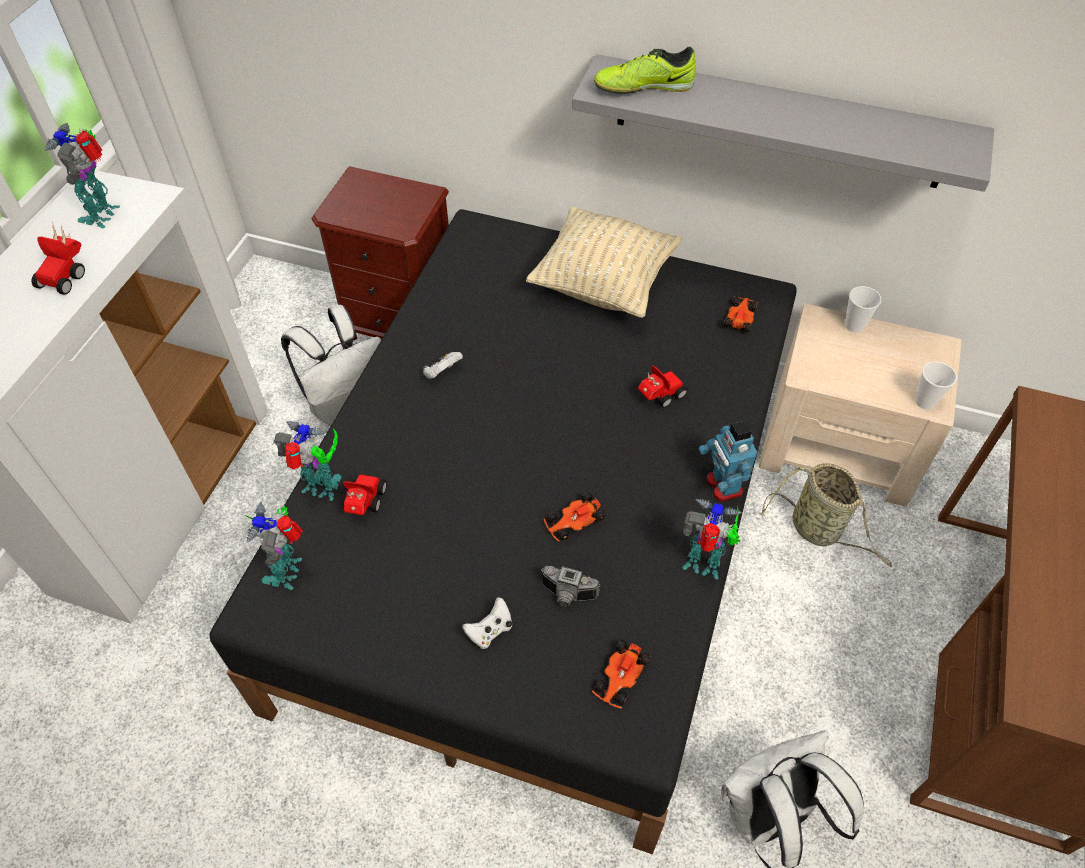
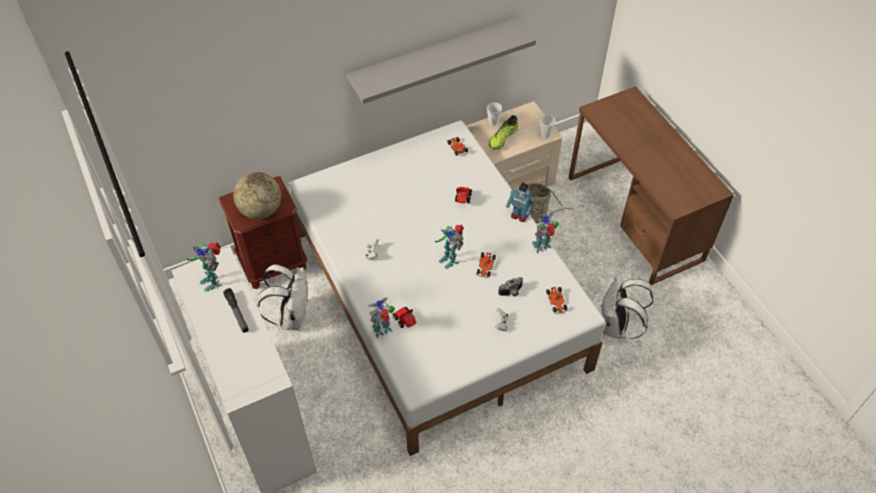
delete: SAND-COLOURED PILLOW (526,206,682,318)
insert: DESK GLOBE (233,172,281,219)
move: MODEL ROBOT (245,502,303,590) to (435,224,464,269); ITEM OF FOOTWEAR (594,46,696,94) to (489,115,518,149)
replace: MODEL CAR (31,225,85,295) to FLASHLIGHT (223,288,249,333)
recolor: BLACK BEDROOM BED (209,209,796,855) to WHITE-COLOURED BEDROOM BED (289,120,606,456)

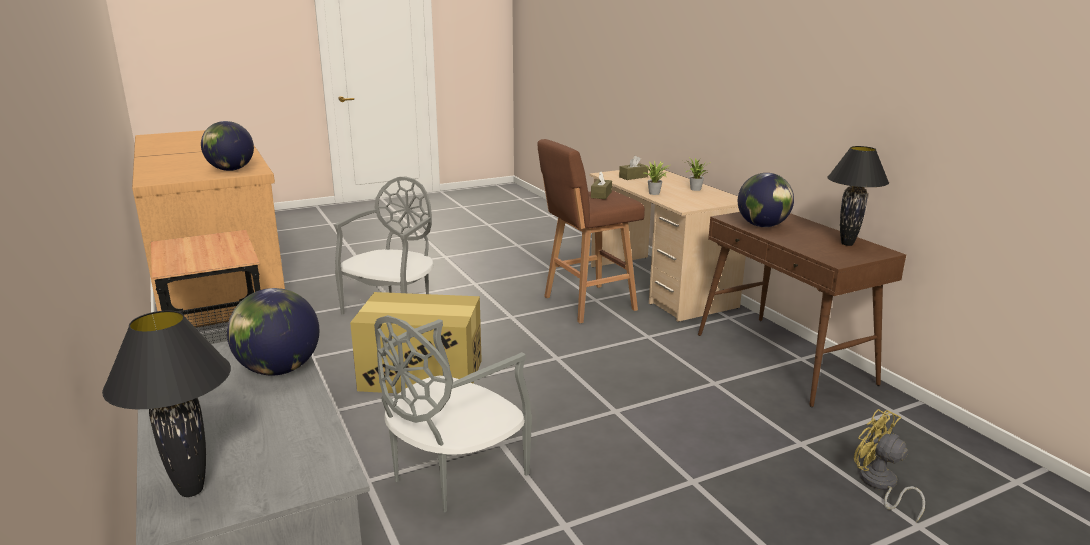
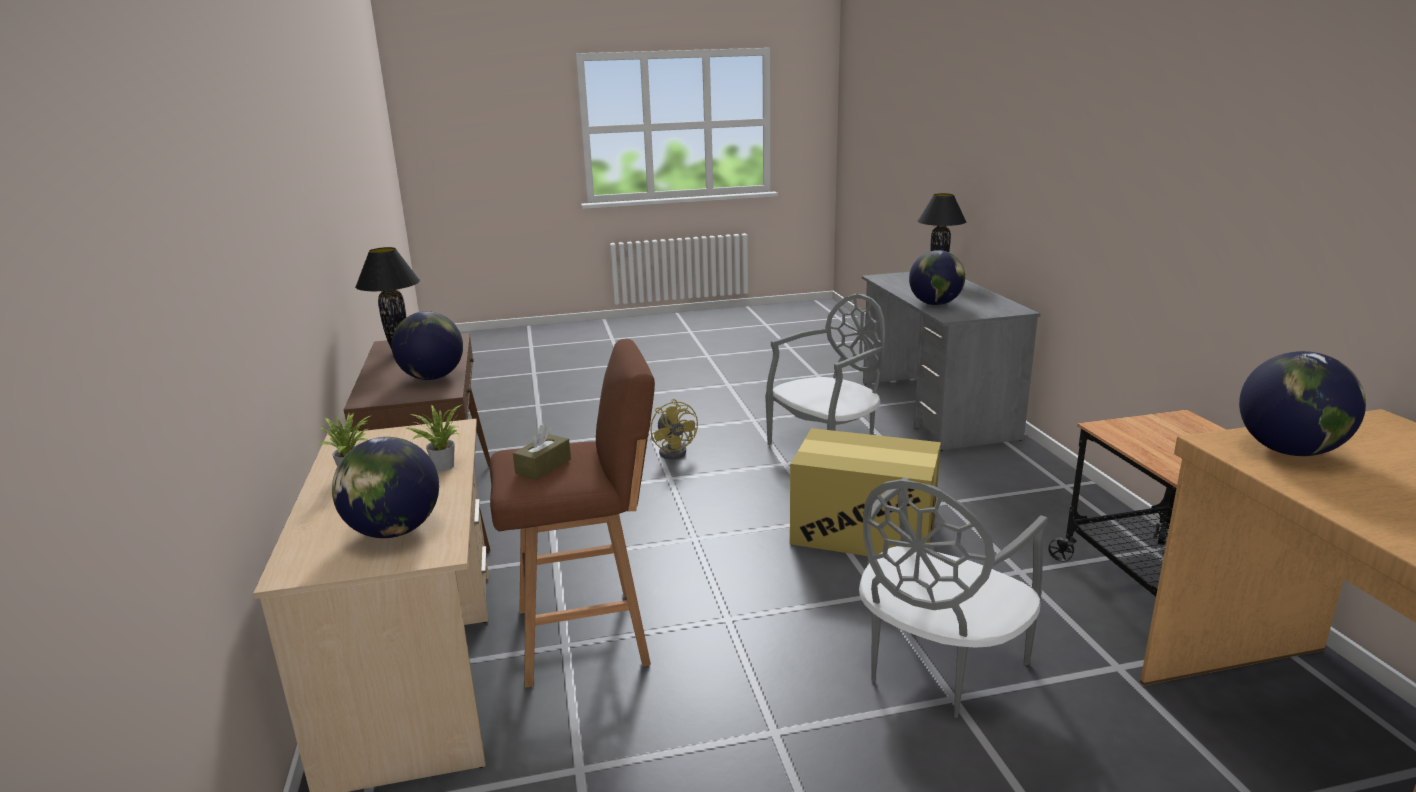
move: YELLOWISH FAN (854,409,925,522) to (650,399,698,459)
replace: BROWNISH TISSUE BOX (619,156,648,180) to DESK GLOBE (332,437,439,538)

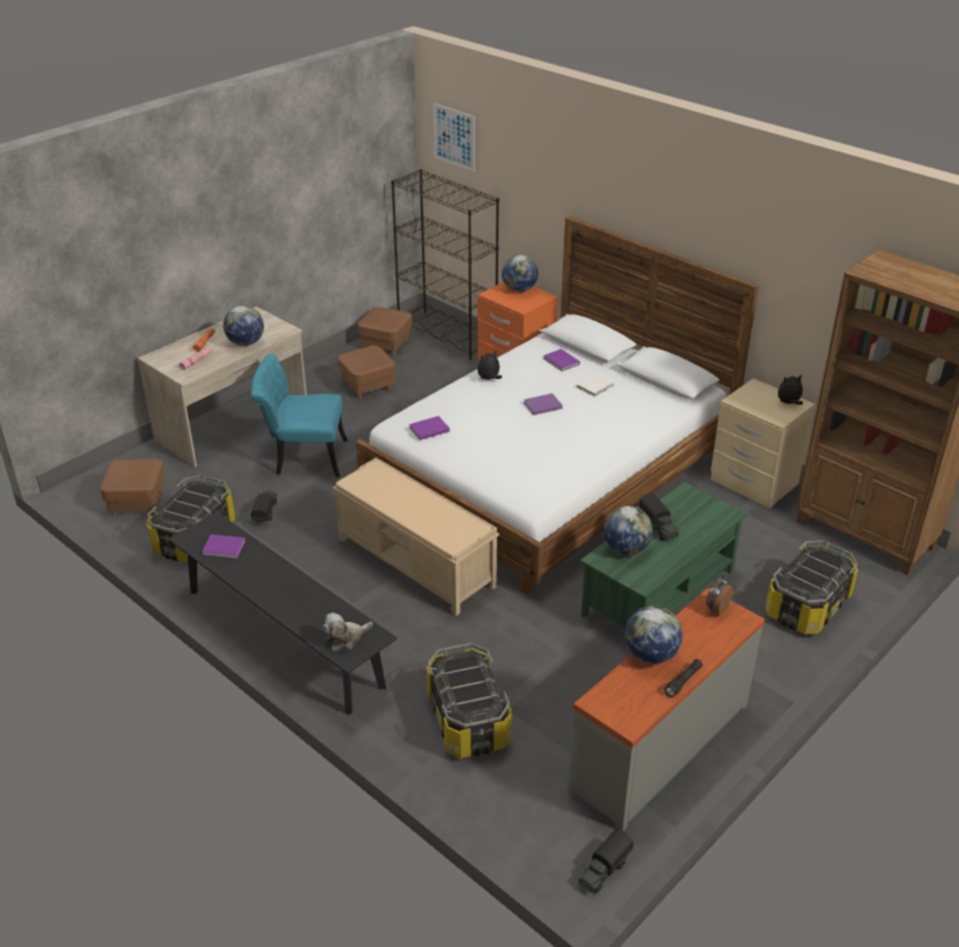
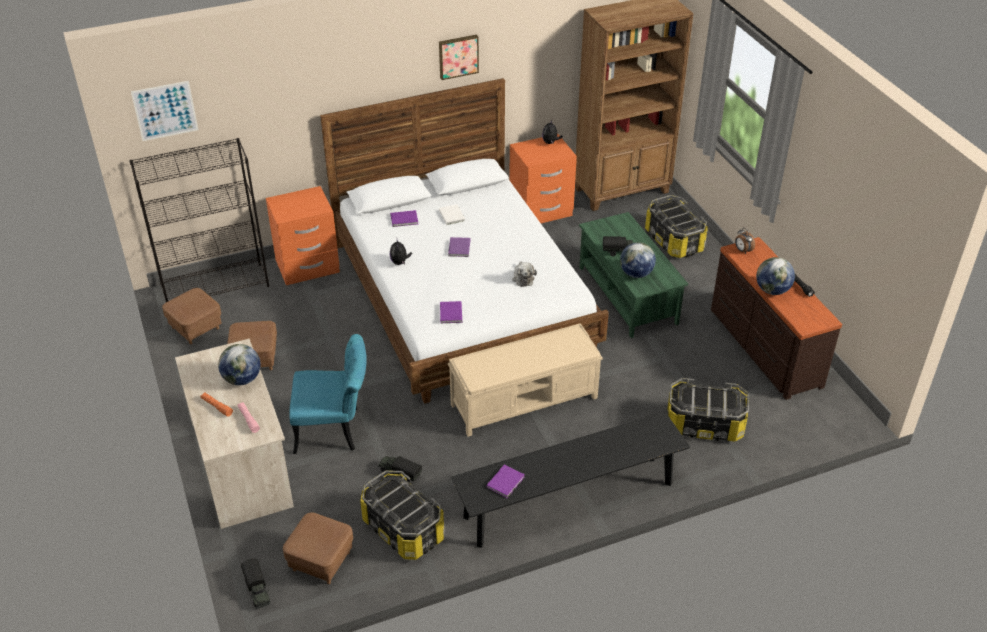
delete: DESK GLOBE (502,255,538,292)
insert: WALL ART (439,35,479,80)
move: SOFT TOY (323,613,373,652) to (512,261,537,287); MODEL TRUCK (577,829,634,893) to (241,558,270,608)
recolor: GREYISH DRAWER CHEST (568,588,765,831) to BROWNISH DRAWER CHEST (711,237,842,400); SAND-COLOURED BEDSIDE TABLE (711,378,815,508) to ORANGE-COLOURED BEDSIDE TABLE (509,134,577,223)
rotate: BLUE-GREEN UPRIGHT CHAIR (251,354,348,477) = (290,334,367,454) 120 degrees counterclockwise

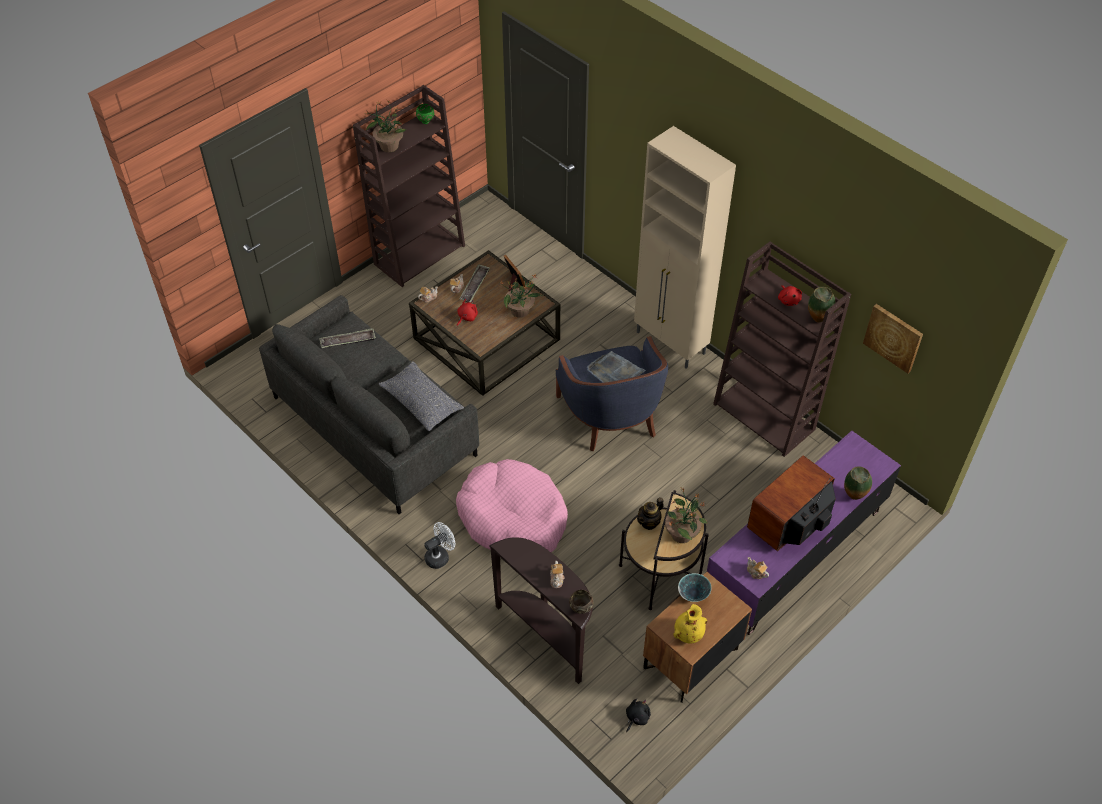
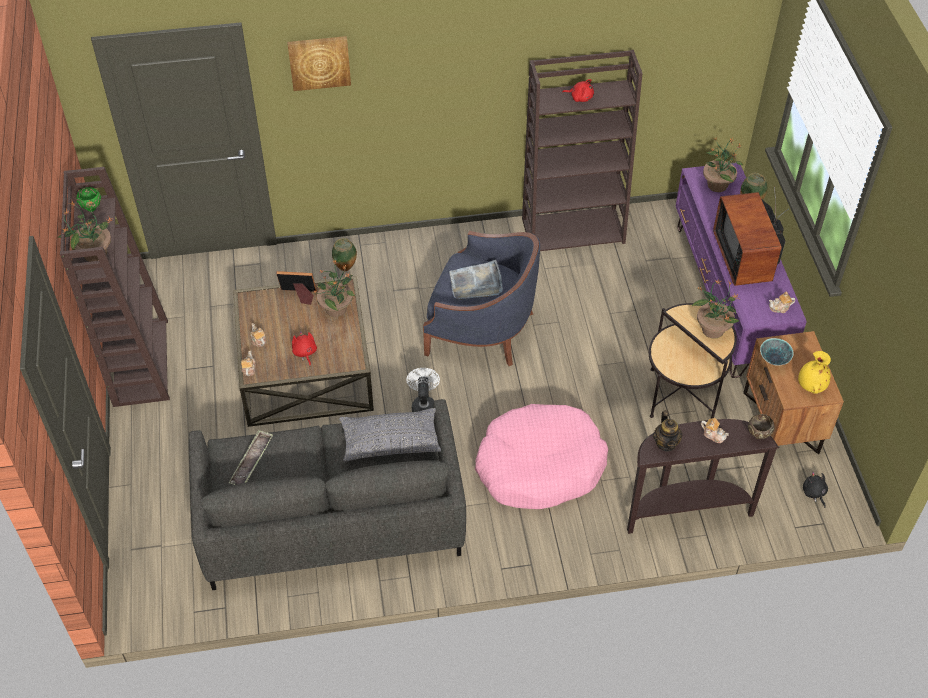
delete: TRAY (459,264,490,302); SAND-COLOURED CABINET (634,126,736,369)
insert: POTTED PLANT (703,138,744,192)
move: WHITE-COLOURED FAN (424,522,455,569) to (406,368,440,412); POT FOR TEA (637,497,664,530) to (653,410,683,452); FLOWER VASE (808,287,836,322) to (332,238,357,271); WALL ART (863,304,923,373) to (287,36,351,91)

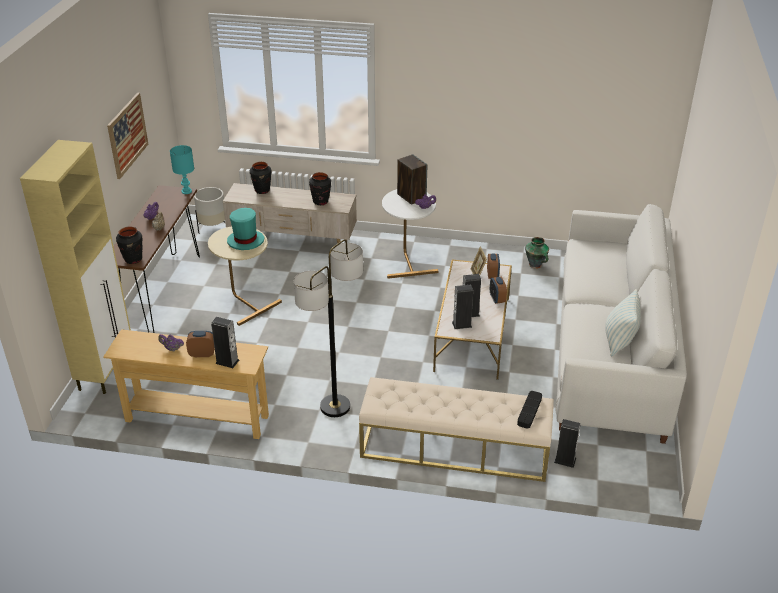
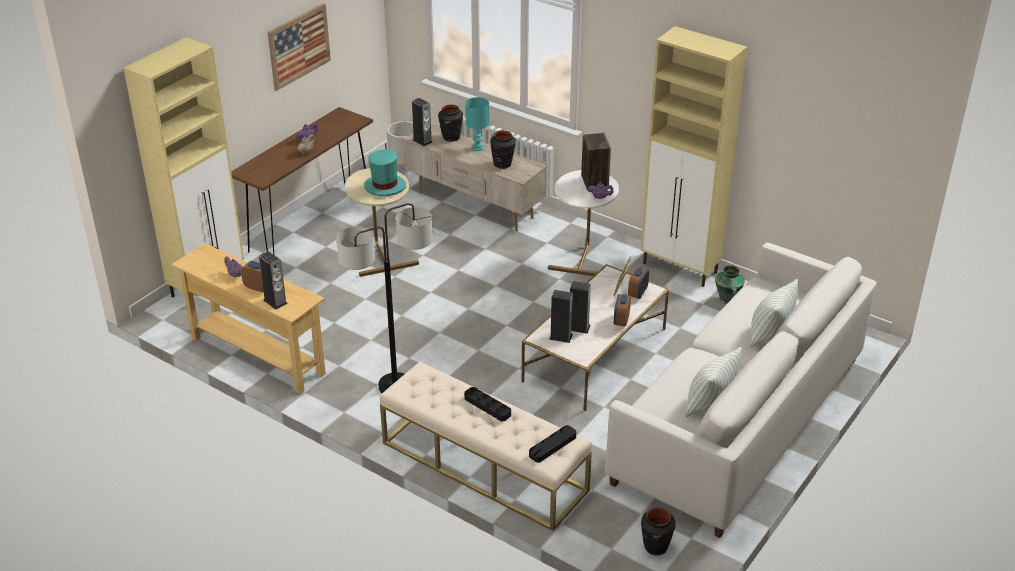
insert: BLACK TRAY (464,387,511,421); SAND-COLOURED CABINET (641,26,747,287); PILLOW (749,279,798,348)
move: BLACK FLOWER VASE (116,227,142,264) to (641,507,676,555); BLUE-GREEN TABLE LAMP (170,145,194,194) to (465,97,489,151); AUDIO SPEAKER (554,419,581,468) to (412,98,432,146)

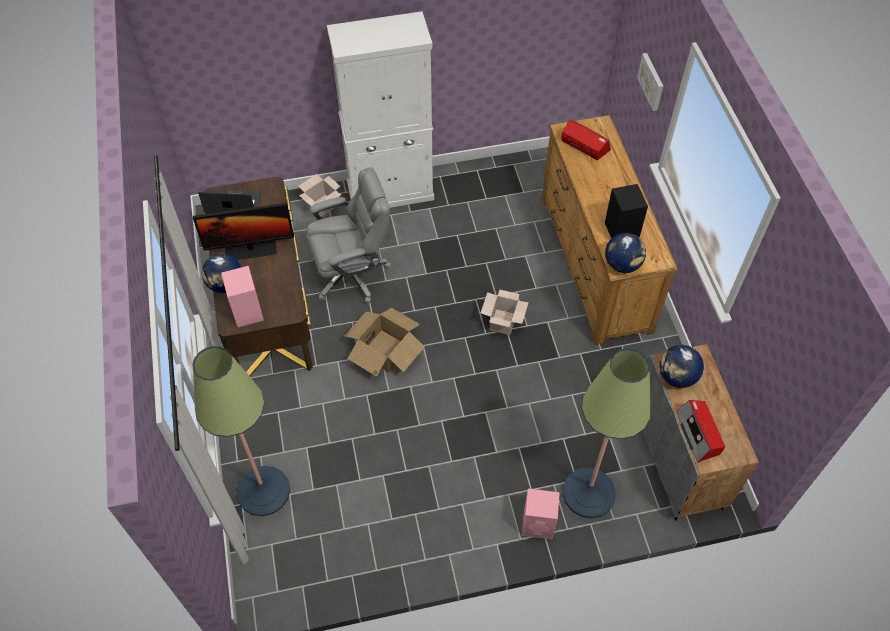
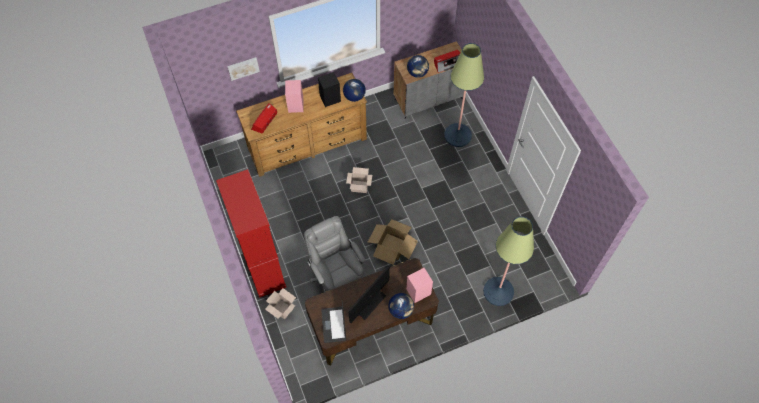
move: PINK-COLOURED AUDIO SPEAKER (522,489,560,539) to (285,80,304,113)
recolor: WHITE-COLOURED CABINET (327,11,434,208) to RED CABINET (216,169,286,298)
rotate: MONITOR (193,203,294,260) = (348,266,390,323) 120 degrees counterclockwise

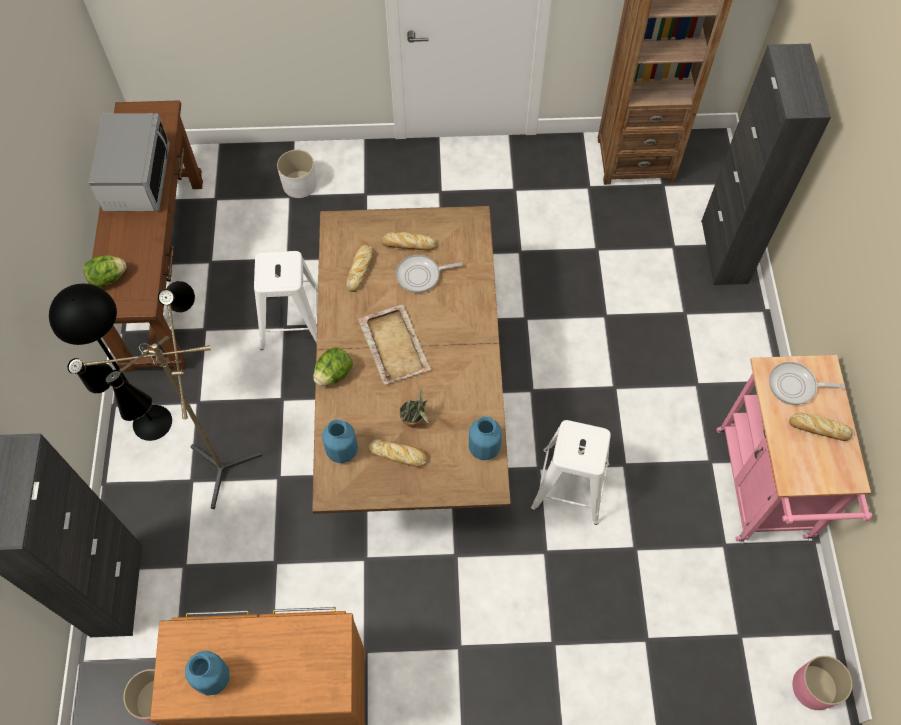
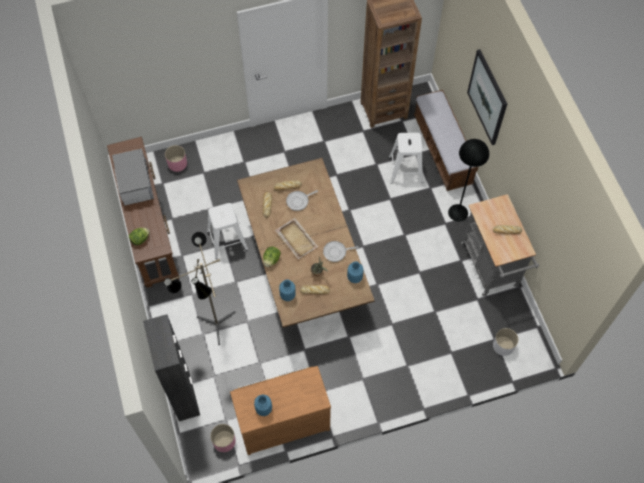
insert: WALL ART (467,49,507,145)
move: BLACK STANDING LAMP (49,284,172,441) to (448,139,489,222); WHITE-COLOURED PLANTER (277,150,317,198) to (493,328,518,356); WHITE-COLOURED STOOL SEAT (531,420,611,525) to (389,133,423,184); PAN (769,362,844,405) to (323,241,358,262); PINK-COLOURED PLANTER (792,656,853,710) to (165,145,187,172)
replace: BLACK CABINET (701,44,831,285) to INDOOR BENCH (414,90,479,191)
recolor: PINK-COLOURED WHEELED CART (716,355,872,544) to GREYISH WHEELED CART (460,194,539,297)

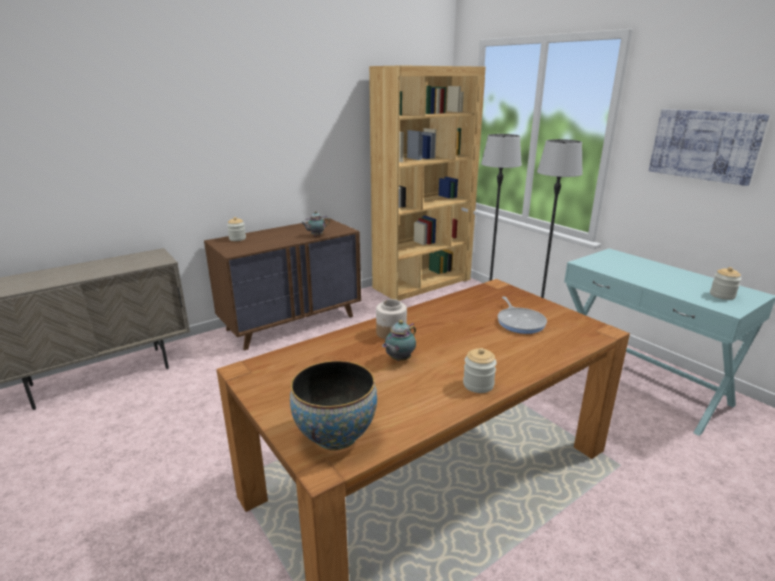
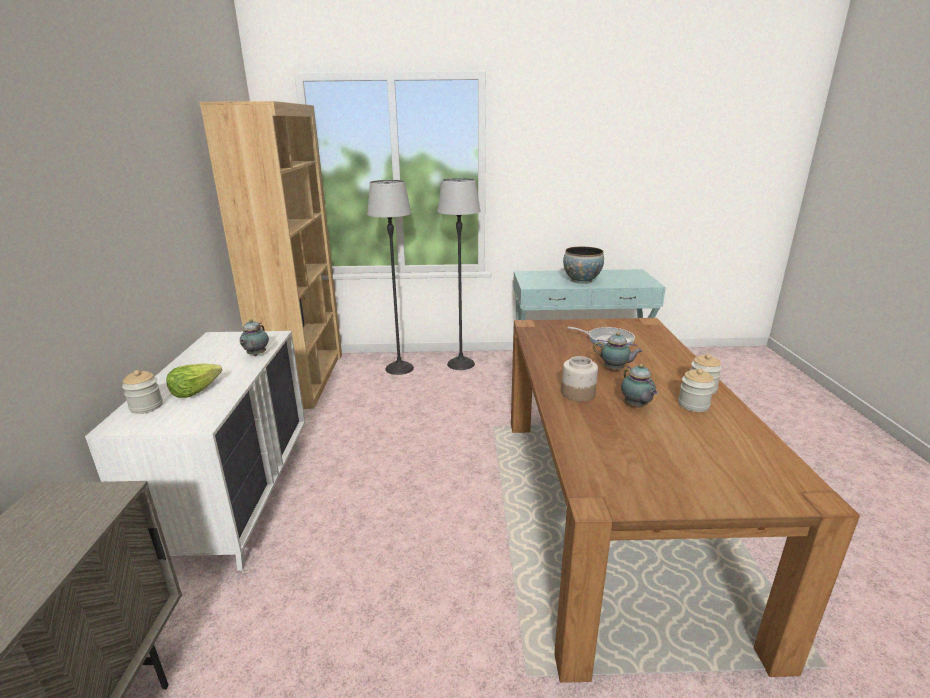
delete: WALL ART (649,109,769,186)
insert: HEAD OF LETTUCE (166,363,222,398); POT FOR TEA (593,332,643,370)
move: SERVING BOWL (290,361,377,451) to (563,247,604,284); STORAGE JAR (710,267,742,300) to (678,368,715,412)
recolor: BROWNISH DRAWER CHEST (204,218,361,350) to WHITE-COLOURED DRAWER CHEST (85,331,306,570)

